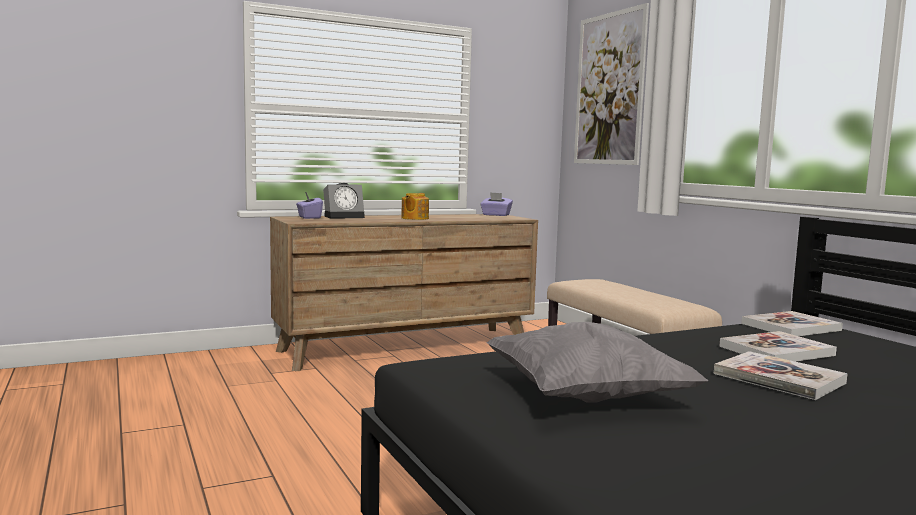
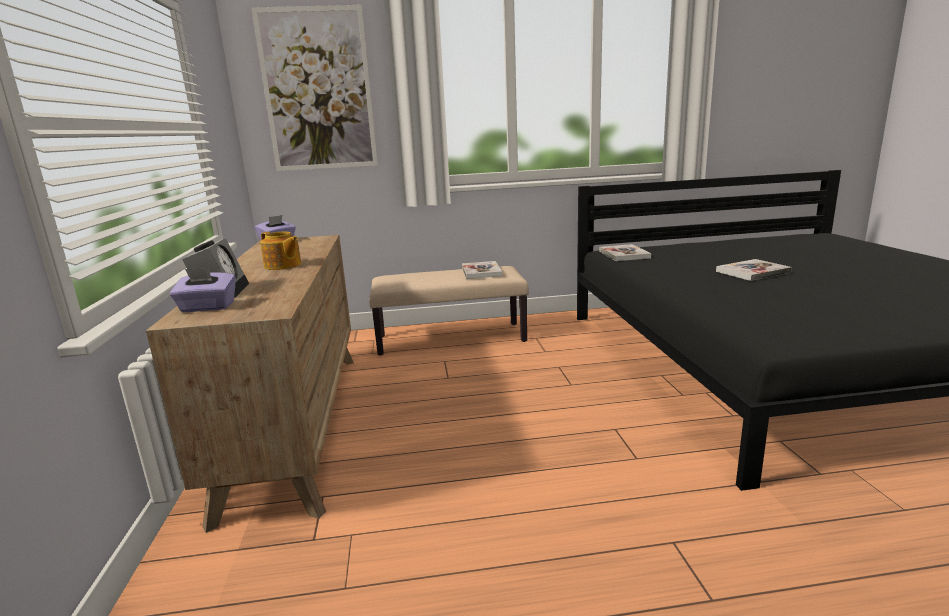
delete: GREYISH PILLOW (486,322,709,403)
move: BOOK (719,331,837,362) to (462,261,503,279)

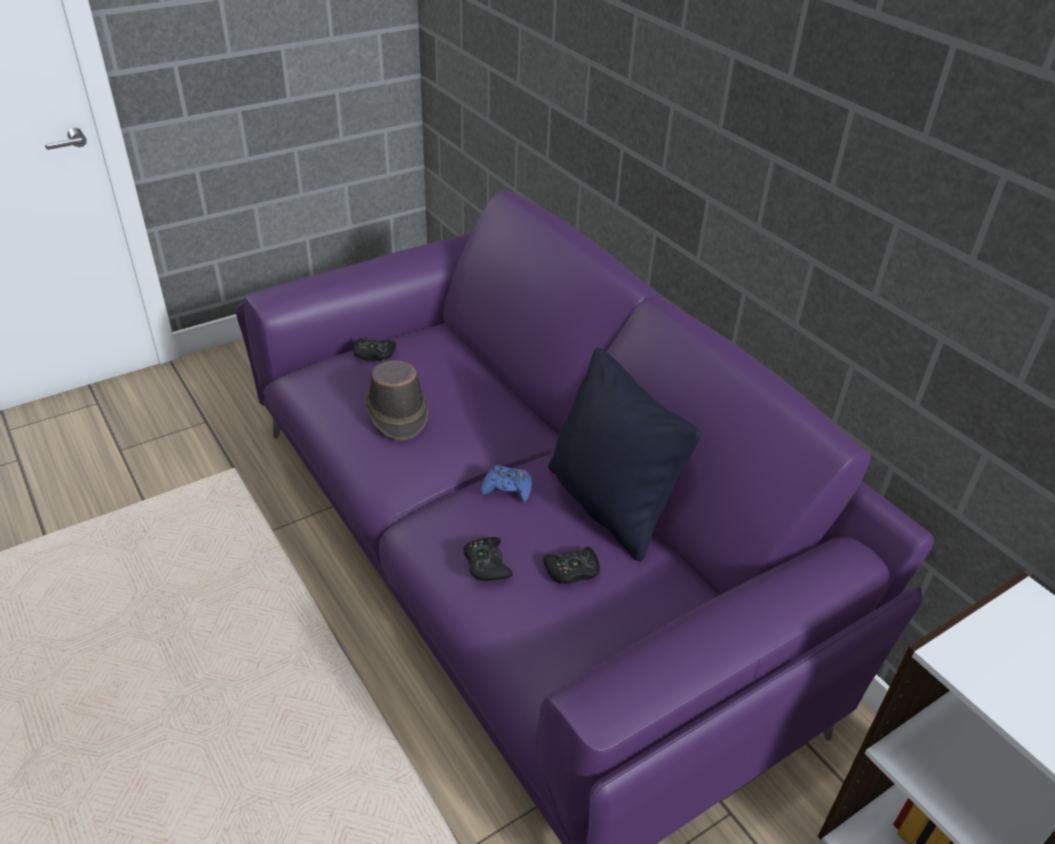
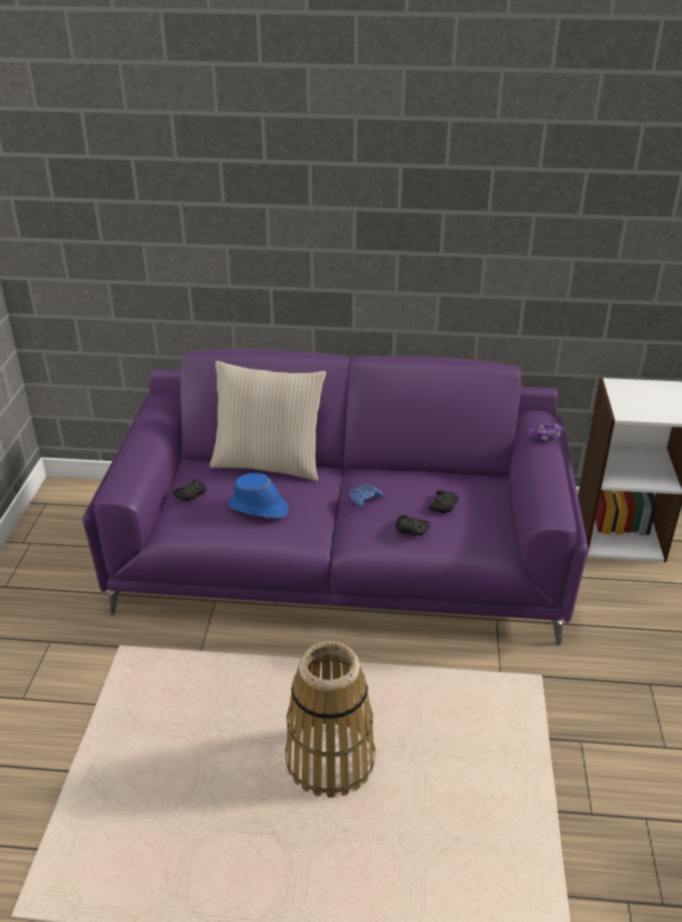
delete: BLACK PILLOW (548,348,701,561)
insert: SAND-COLOURED PILLOW (210,361,326,481); HOUSEHOLD BASKET (285,641,375,798); GAMEPAD (529,423,562,441)
recolor: BROWNISH HAT (365,360,428,441) to BLUISH HAT (229,473,288,519)

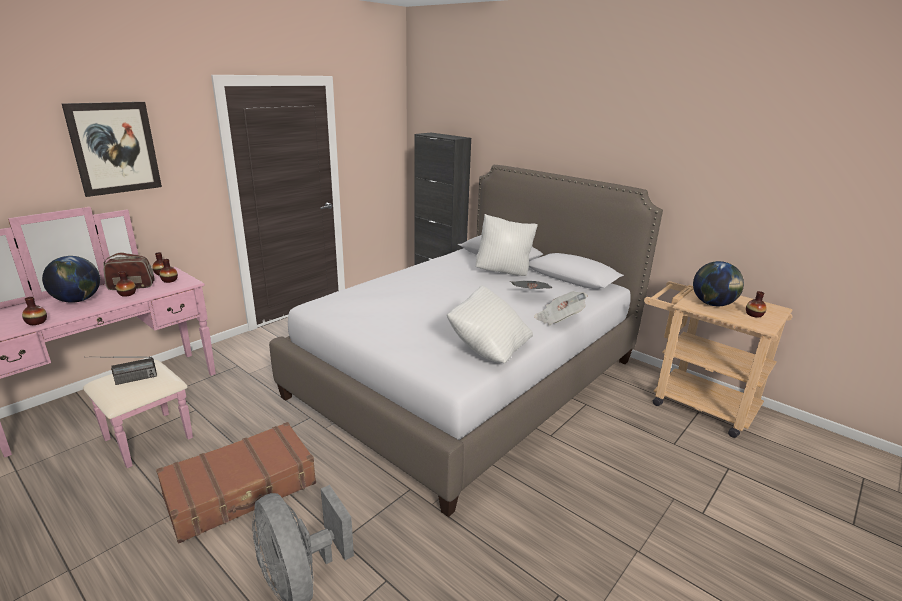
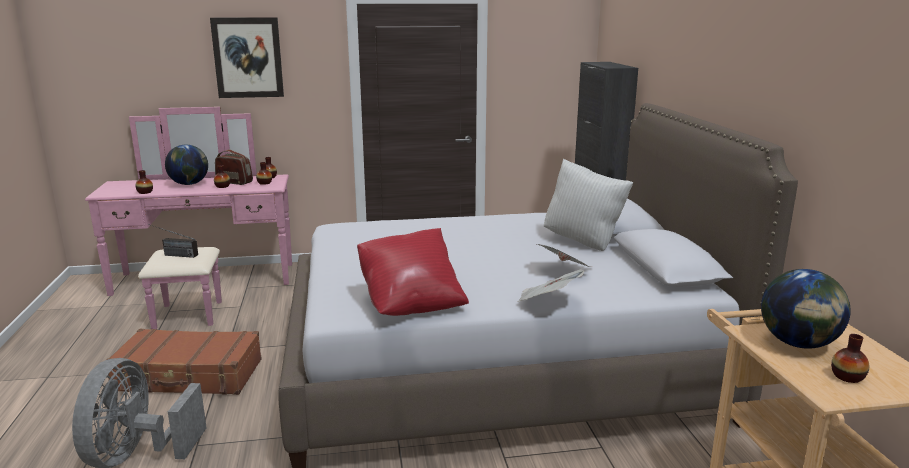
recolor: WHITE-COLOURED PILLOW (447,285,533,363) to RED PILLOW (357,228,469,316)

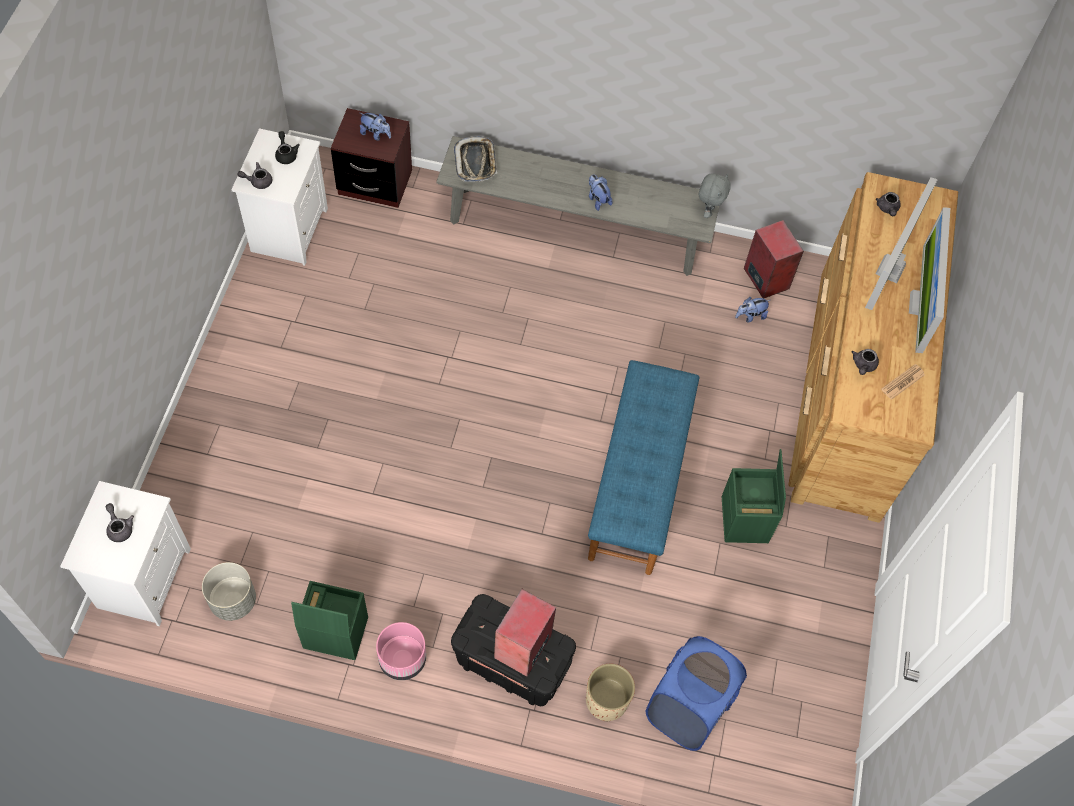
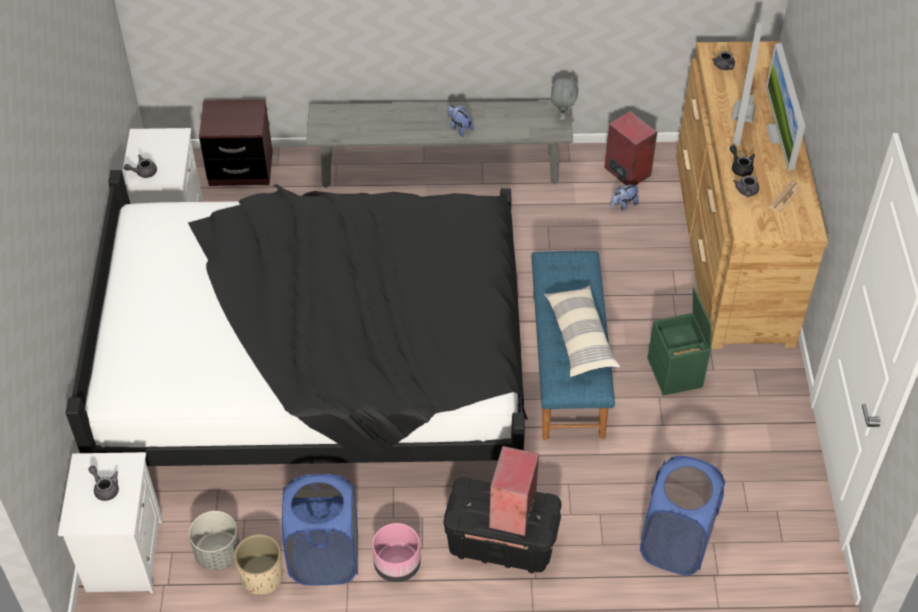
delete: SOFT TOY (360,113,391,141); TRAY (454,136,497,182)
insert: BLACK BEDROOM BED (66,170,528,466); PILLOW (544,285,620,377)
move: BLACK POT FOR TEA (275,131,300,164) to (730,145,755,177); SAND-COLOURED PLANTER (586,664,635,721) to (234,534,283,596)
replace: GREEN STORAGE BIN (291,581,368,660) to BLUISH HAMPER (282,473,358,585)

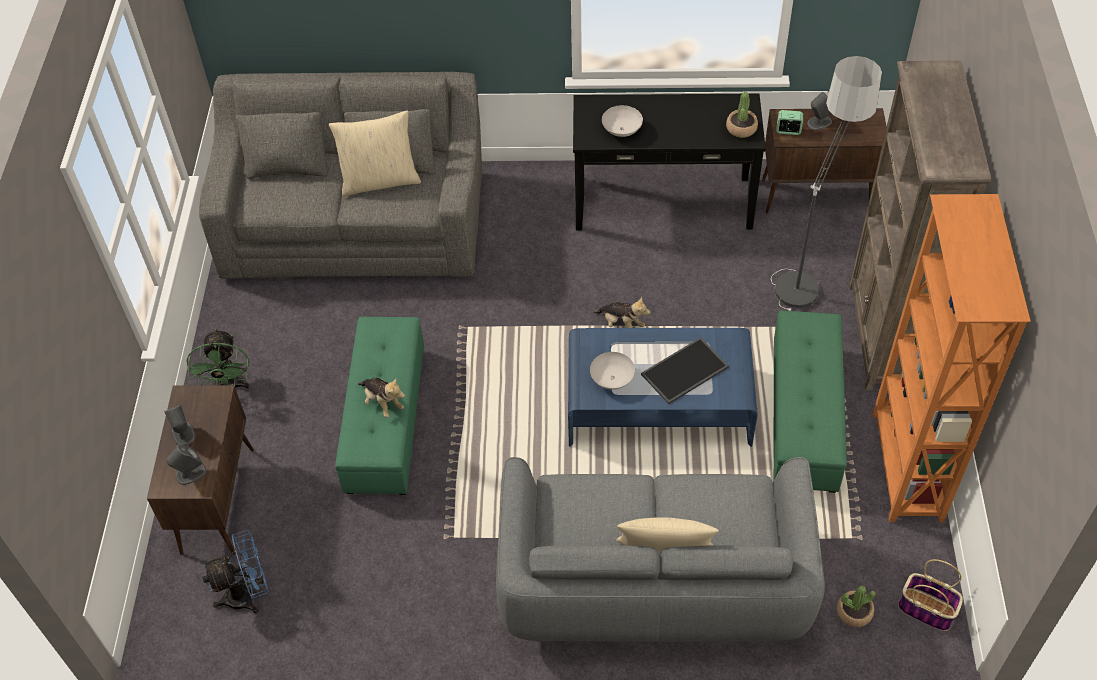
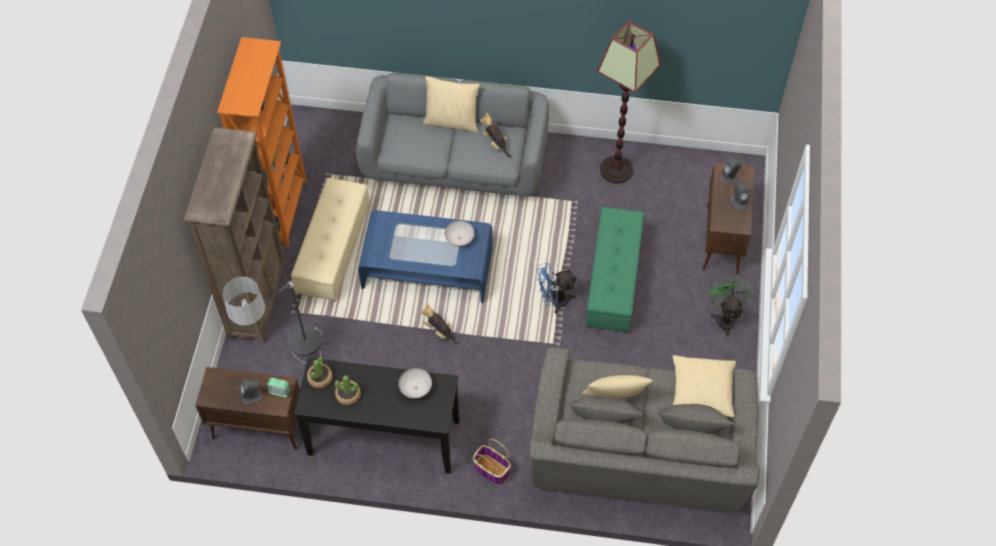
delete: TRAY (641,337,729,404)
insert: STANDING LAMP (597,21,661,184); SAND-COLOURED PILLOW (673,355,736,417)
move: BLUISH FAN (202,530,269,614) to (537,263,576,314); SOFT TOY (358,378,405,418) to (480,112,512,158); POTTED PLANT (837,586,876,627) to (335,375,361,405); HOUSEHOLD BASKET (898,559,963,631) to (473,439,511,485)
recolor: GREEN POUFFE (773,310,847,493) to SAND-COLOURED POUFFE (291,178,370,301)

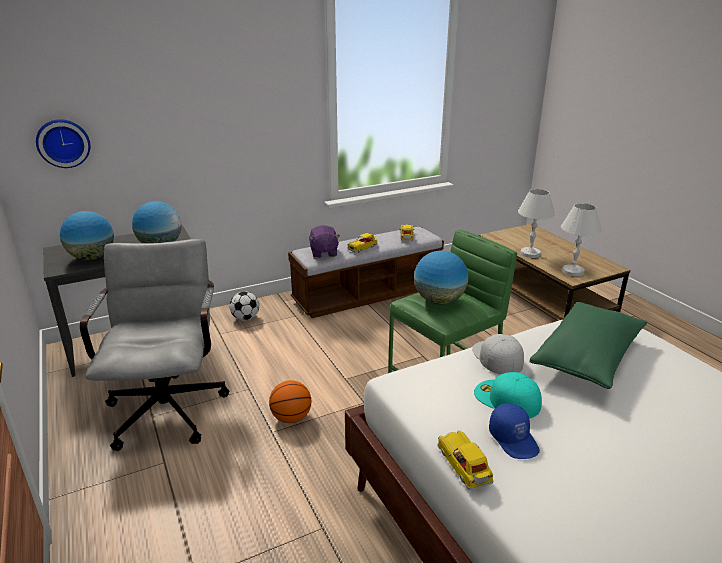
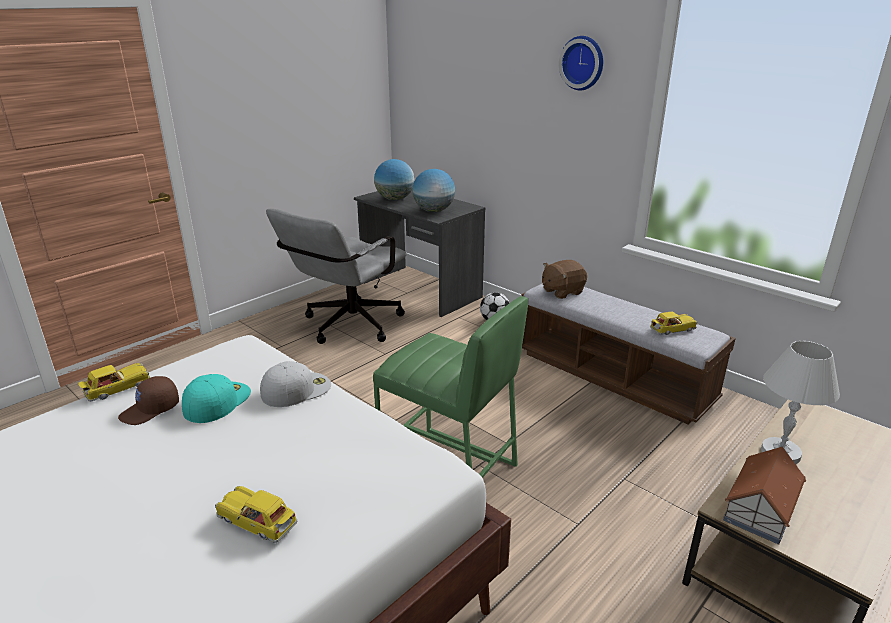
delete: BASKETBALL (269,380,311,423); DESK GLOBE (414,250,468,304); GREEN PILLOW (529,302,647,389)
move: WALL CLOCK (36,119,90,168) to (559,36,603,90); MODEL CAR (347,233,378,252) to (215,486,297,543)
replace: WHITE-COLOURED TABLE LAMP (561,203,602,277) to MINIATURE HOUSE (723,446,806,544)
recolor: PURPLE-COLOURED SOFT TOY (309,225,340,258) to BROWNISH SOFT TOY (542,260,587,299); BLUISH PEAKED CAP (489,403,540,459) to BROWNISH PEAKED CAP (118,376,179,425)
rotate: GREYISH DESK CHAIR (80,239,230,451) = (266,209,407,344) 150 degrees clockwise

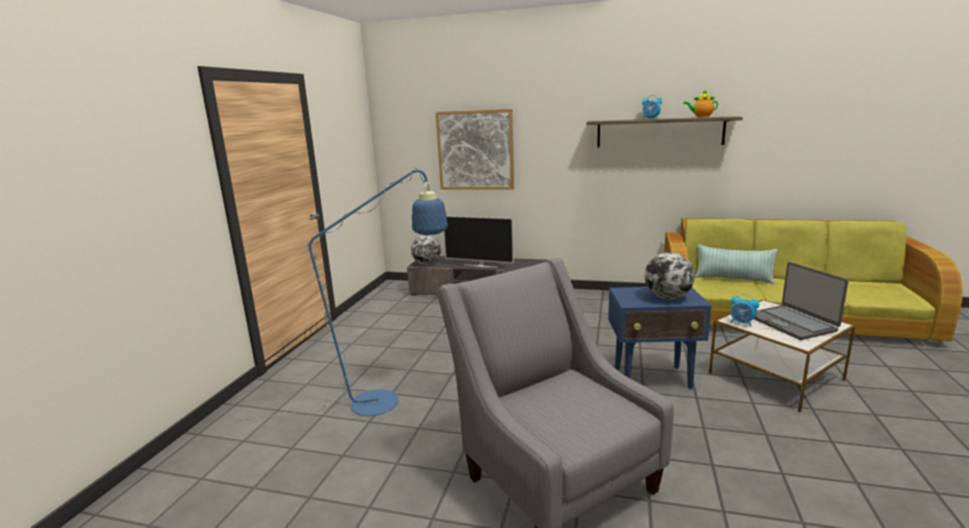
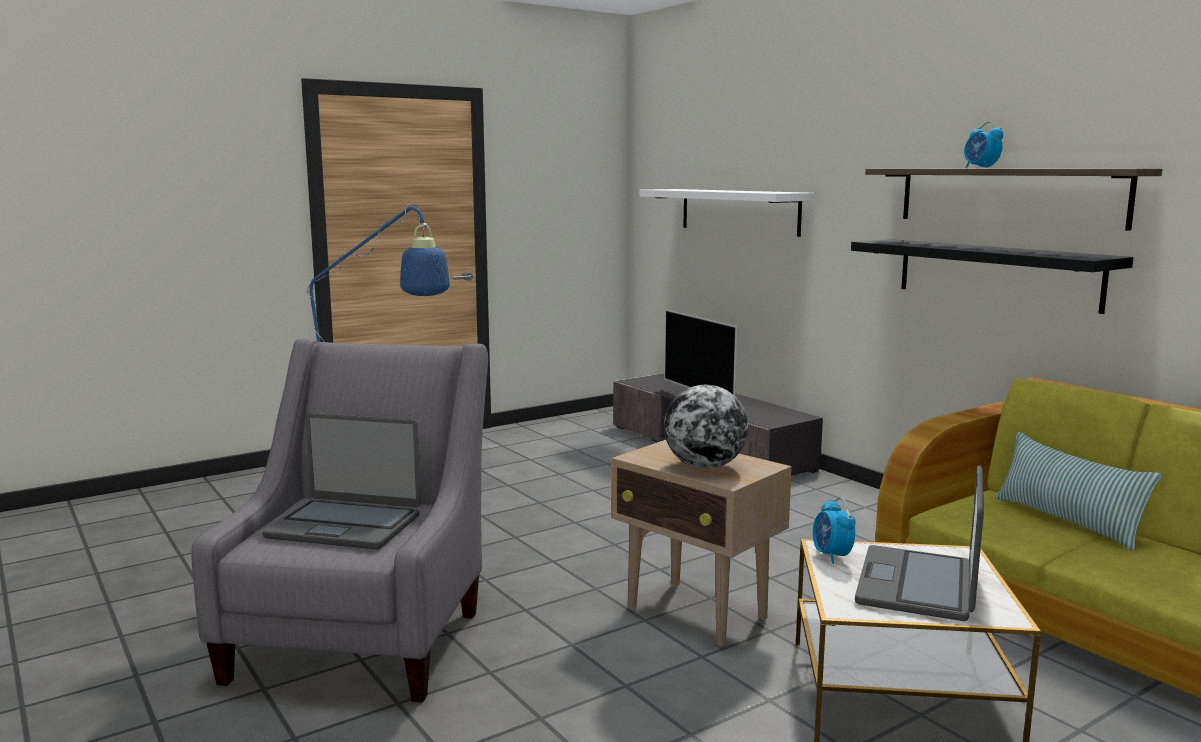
delete: DESK GLOBE (411,235,441,265); POT FOR TEA (683,89,718,118)
insert: LAPTOP (262,413,421,549); BLACK WALL SHELF (851,239,1133,314)
replace: WALL ART (435,109,514,189) to WHITE-COLOURED WALL SHELF (639,189,815,237)
recolor: BLUISH ACCENT TABLE (608,287,711,389) to SAND-COLOURED ACCENT TABLE (611,440,792,646)

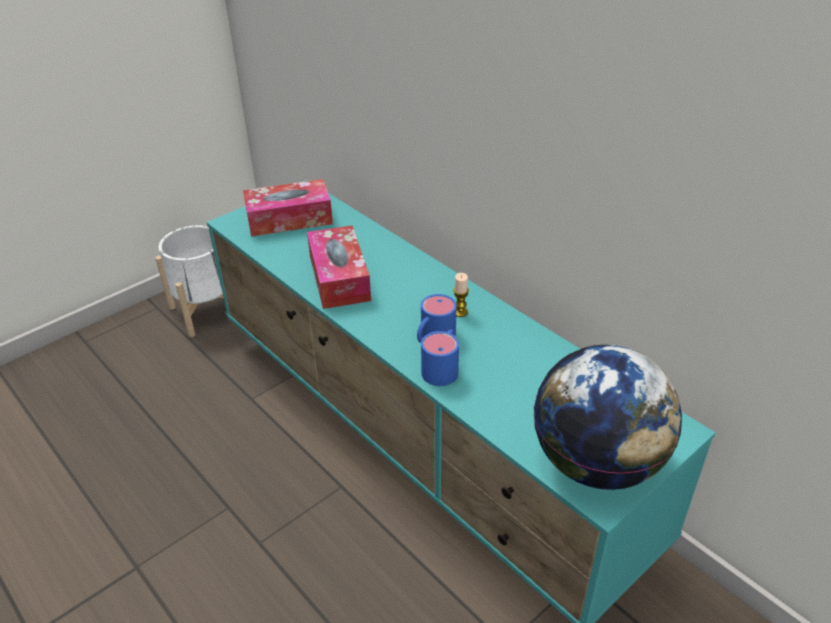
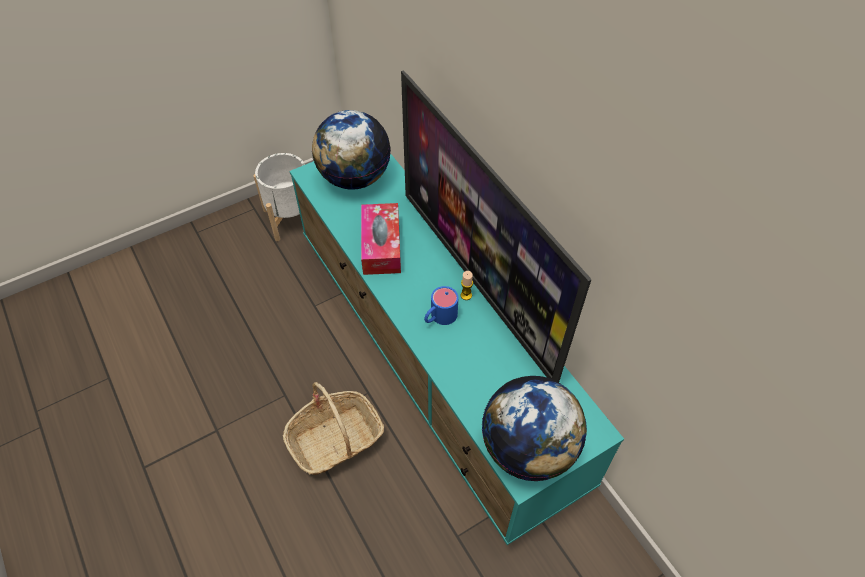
delete: BLUISH MUG (421,329,459,386)
insert: HOUSEHOLD BASKET (283,382,384,475); TELEVISION (401,70,591,382)
replace: TISSUE BOX (243,179,333,237) to DESK GLOBE (312,110,391,190)

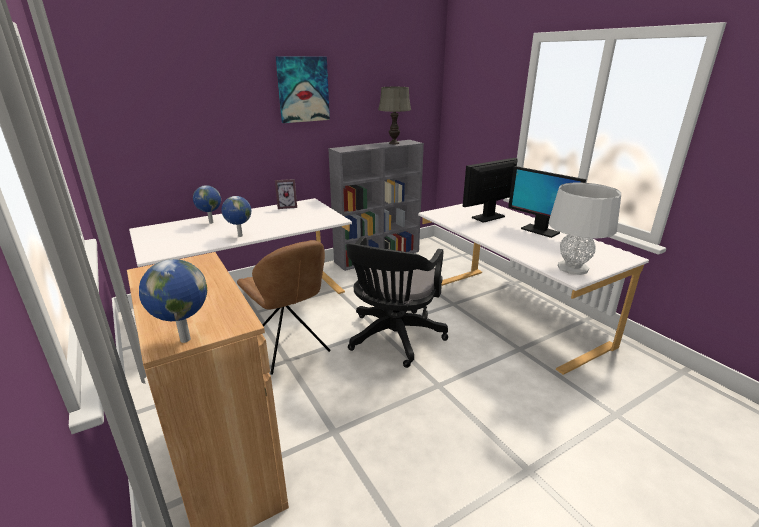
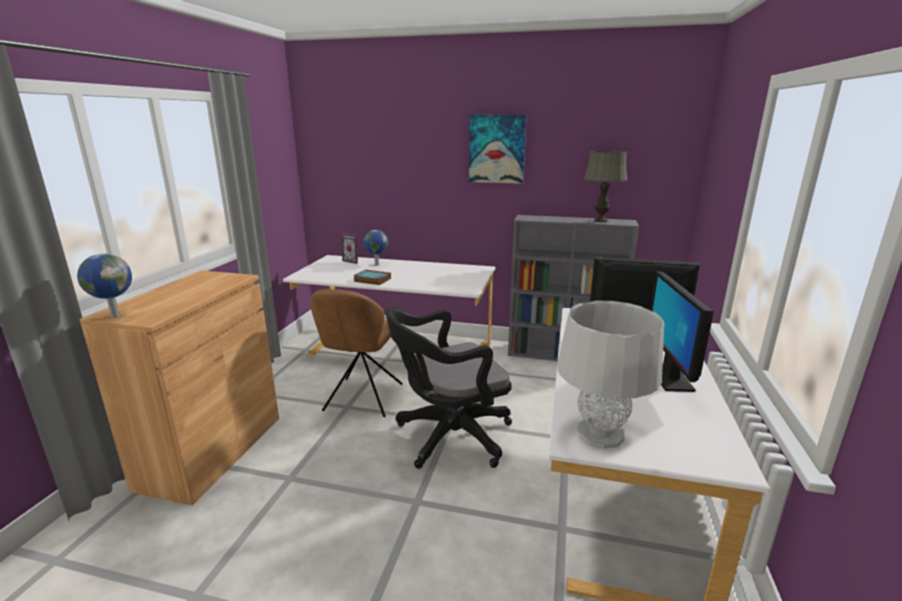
move: PICTURE FRAME (275,179,297,209) to (341,233,358,264)
replace: DESK GLOBE (221,196,251,237) to BOOK (353,270,391,285)

